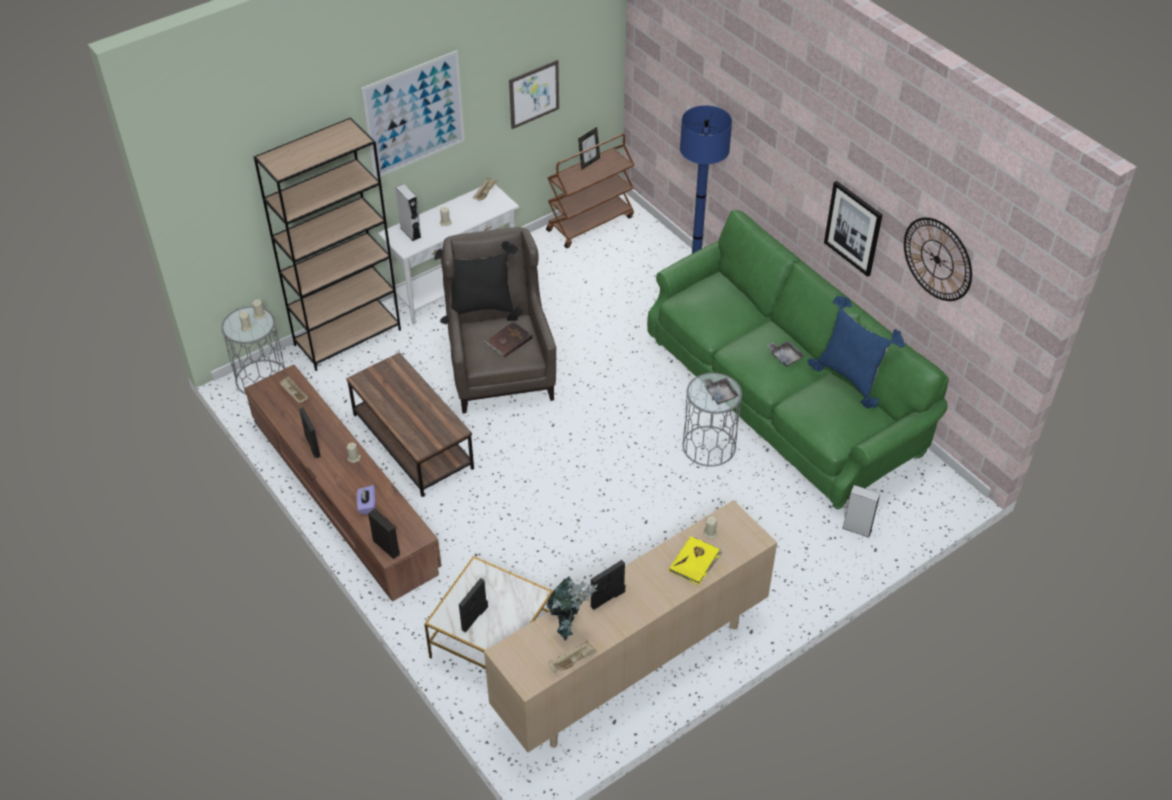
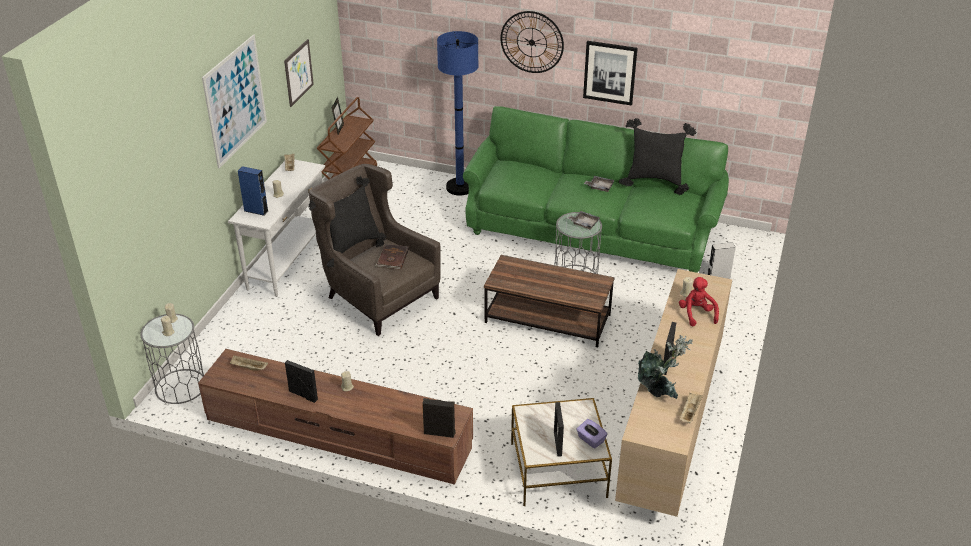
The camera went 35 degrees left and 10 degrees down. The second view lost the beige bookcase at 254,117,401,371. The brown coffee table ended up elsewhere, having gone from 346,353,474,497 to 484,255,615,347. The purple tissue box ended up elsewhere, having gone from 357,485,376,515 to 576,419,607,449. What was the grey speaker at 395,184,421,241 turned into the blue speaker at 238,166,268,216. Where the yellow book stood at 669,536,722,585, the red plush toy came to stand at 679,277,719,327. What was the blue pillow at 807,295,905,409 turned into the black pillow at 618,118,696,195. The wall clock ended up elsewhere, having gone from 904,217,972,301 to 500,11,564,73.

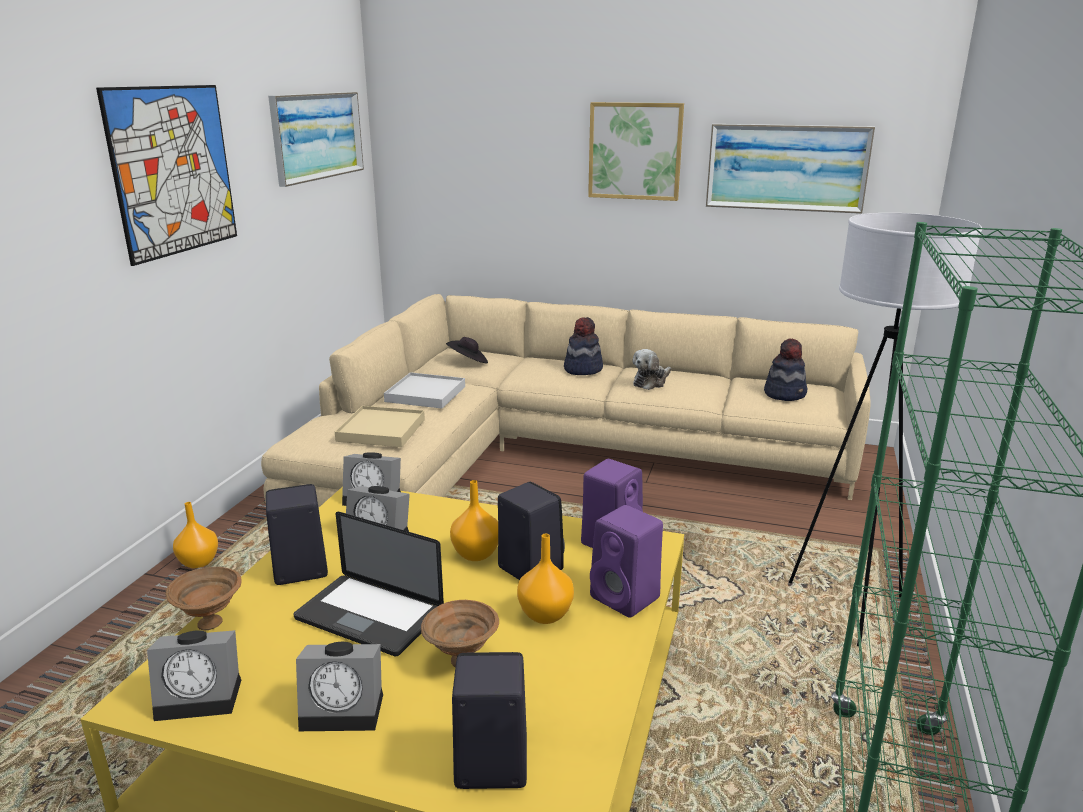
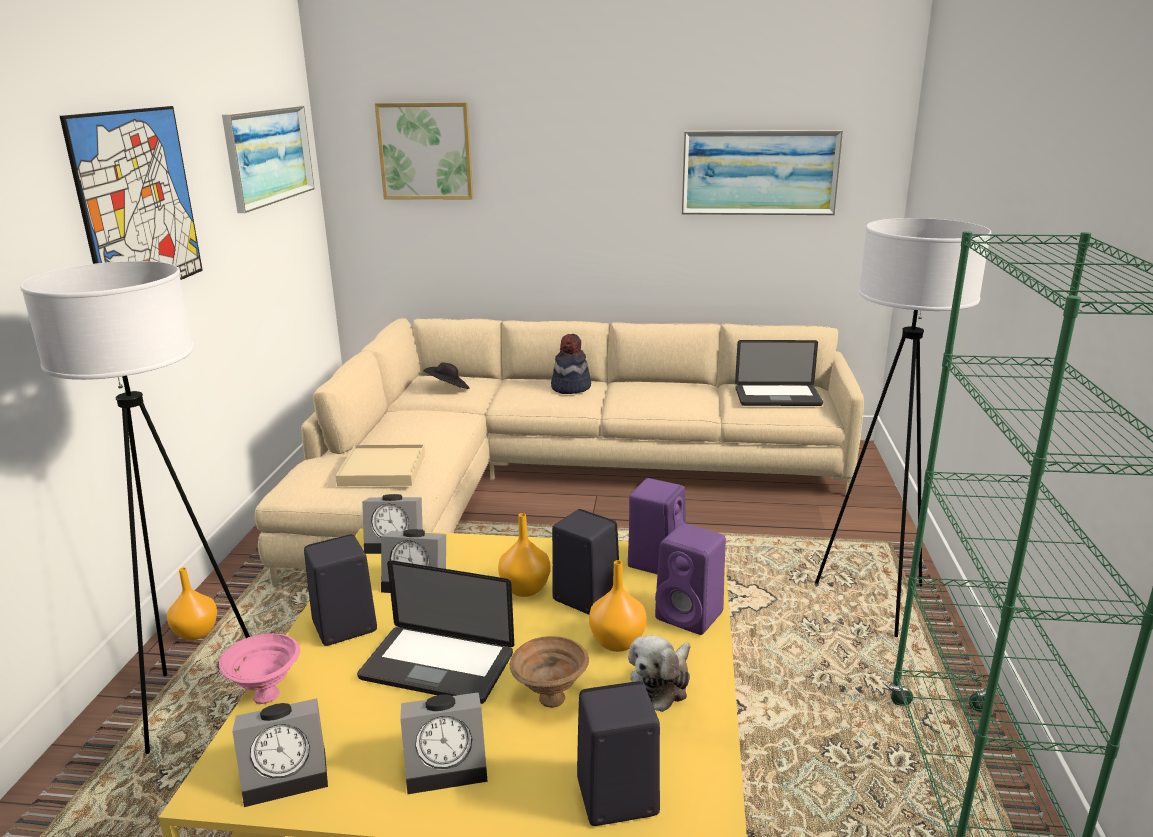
The camera went 10 degrees left and 0 degrees up. What was the brown bowl at 165,567,242,631 turned into the pink bowl at 219,633,300,704. The second view lost the white tray at 384,372,465,409. The picture ended up elsewhere, having gone from 588,102,684,201 to 375,102,473,199. The plush toy ended up elsewhere, having gone from 632,349,671,390 to 628,635,690,712. Where the hat stood at 764,338,807,401, the laptop came to stand at 735,340,823,406. The second view gained the white floor lamp at 20,261,250,754.

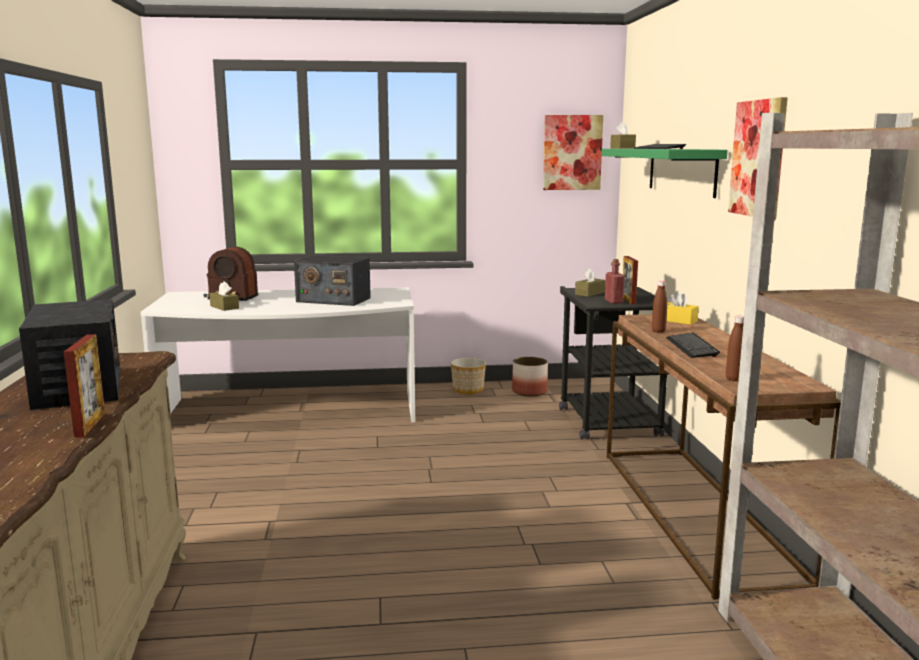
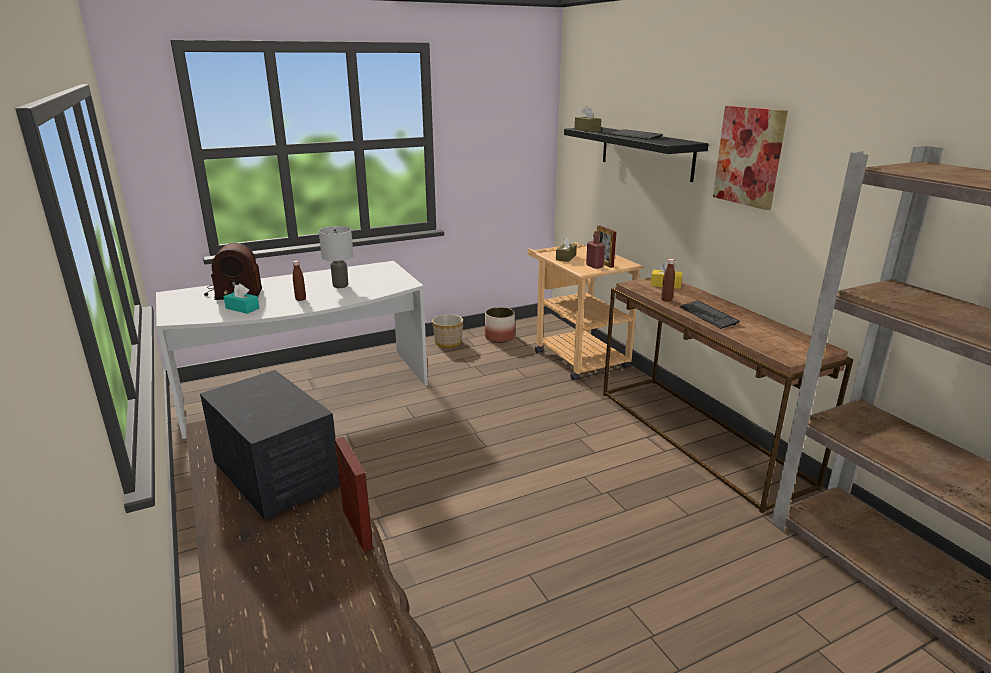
The camera went 20 degrees left and 10 degrees up. What was the brown tissue box at 209,282,239,311 turned into the turquoise tissue box at 224,284,259,314. Where the radio stood at 294,255,371,306, the white table lamp came to stand at 319,226,354,288. The second view lost the picture at 543,115,603,190. What was the black cart at 559,286,667,440 turned into the beige cart at 527,242,644,381. What was the green shelf at 602,149,728,198 turned into the black shelf at 564,127,709,182. The brown bottle ended up elsewhere, having gone from 726,316,744,382 to 293,260,306,301.

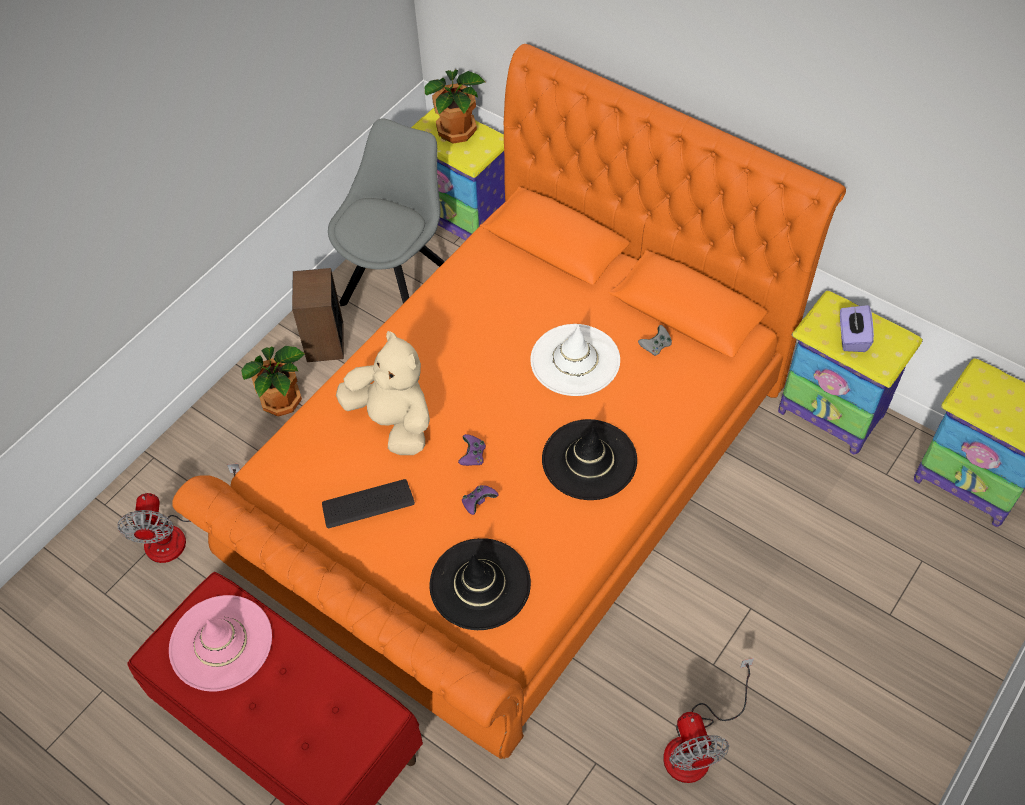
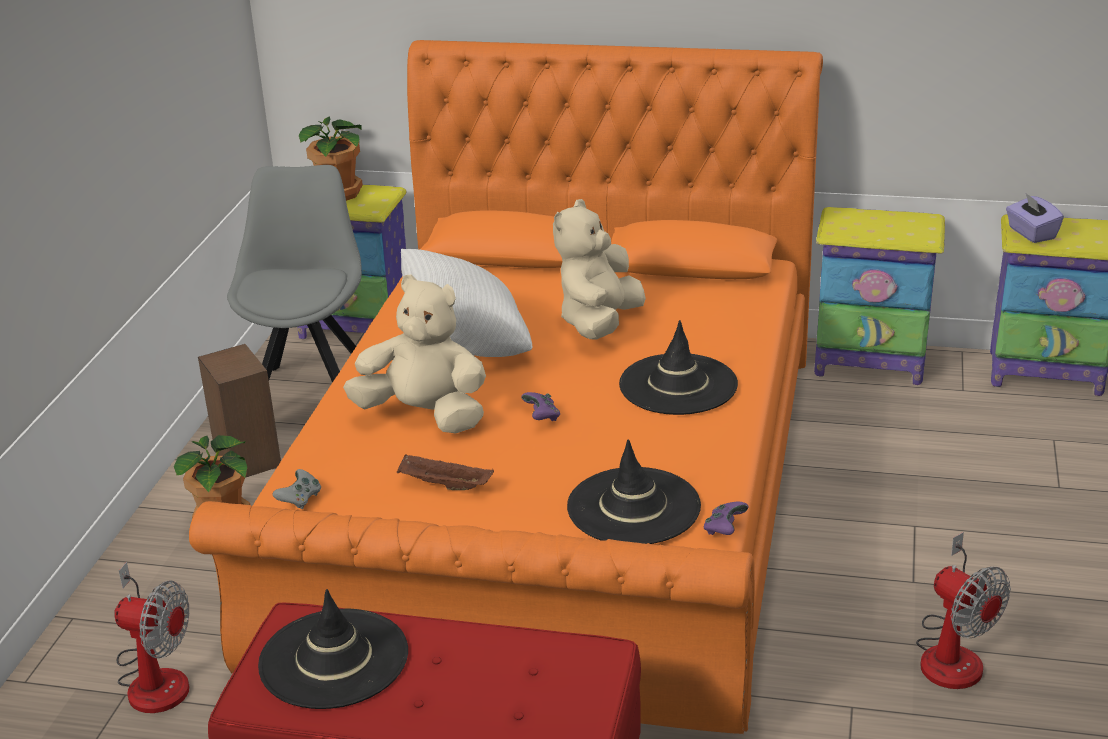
The camera went 25 degrees left and 25 degrees down. The fan at 118,464,240,563 ended up facing another way, 45 degrees counterclockwise from before. What was the pink hat at 169,595,272,692 turned into the black hat at 258,589,408,709. Where the keyboard stood at 322,479,415,528, the brown tray came to stand at 397,454,494,490. The purple game controller ended up elsewhere, having gone from 462,485,498,515 to 704,502,748,535. Where the white hat stood at 530,324,620,396, the beige plush toy came to stand at 553,199,646,340. The grey game controller ended up elsewhere, having gone from 638,325,672,356 to 272,469,321,509. The purple tissue box ended up elsewhere, having gone from 840,305,874,352 to 1006,193,1064,243. The second view gained the white pillow at 401,248,533,357.

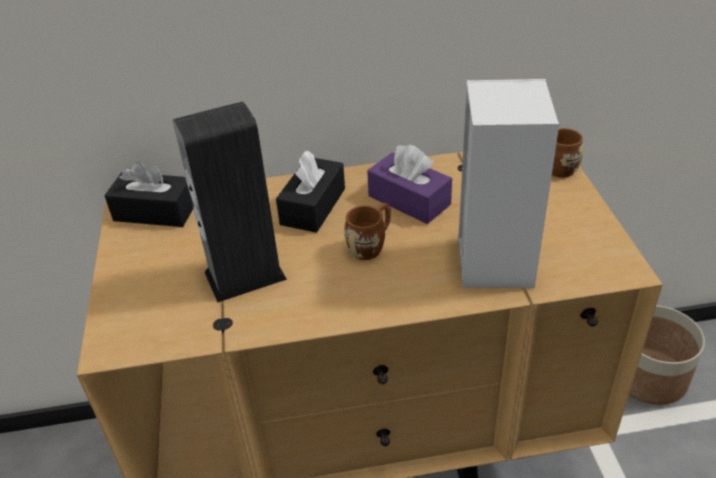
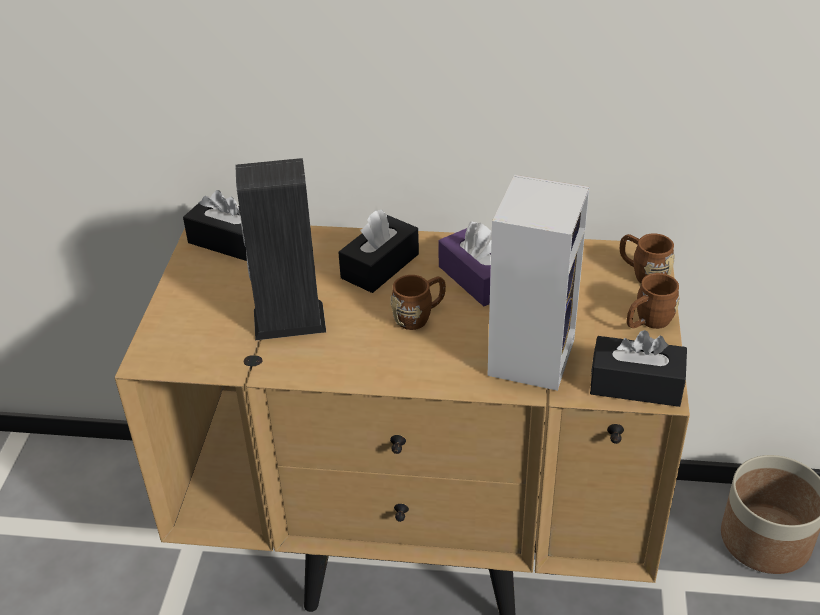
The camera went 15 degrees right and 0 degrees up. The second view gained the black tissue box at 590,330,687,407. The second view gained the brown mug at 627,273,680,329.

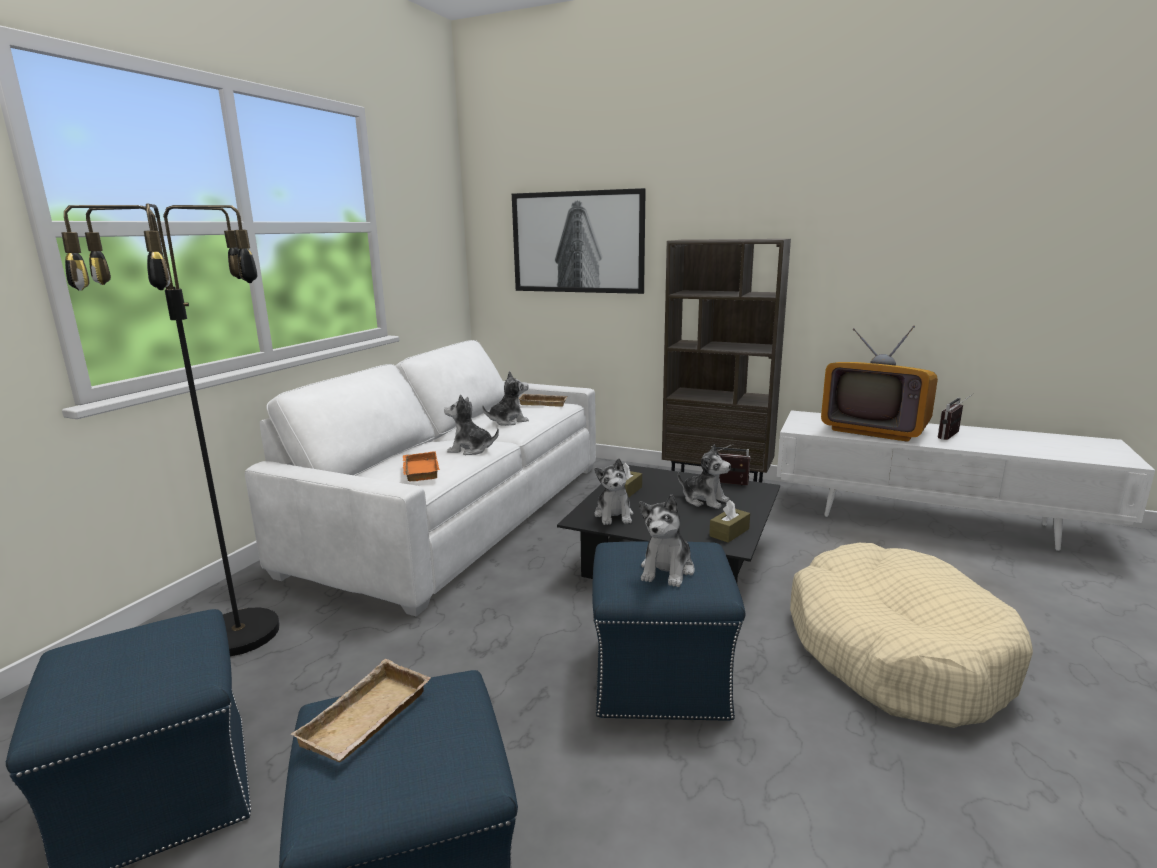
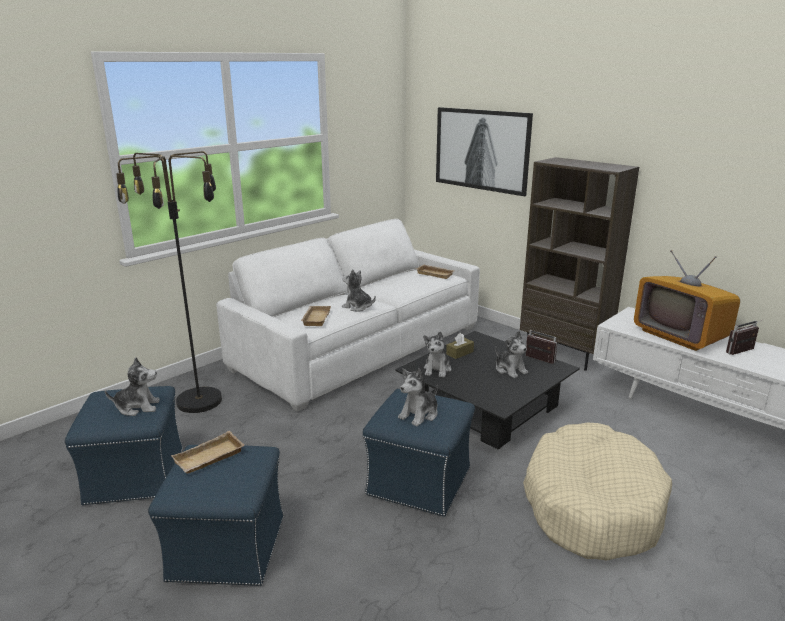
The camera went 20 degrees right and 5 degrees up. What was the orange tray at 403,451,440,481 turned into the beige tray at 301,306,331,326. The plush toy ended up elsewhere, having gone from 482,371,529,426 to 105,357,160,416. The second view lost the brown tissue box at 709,500,750,543.

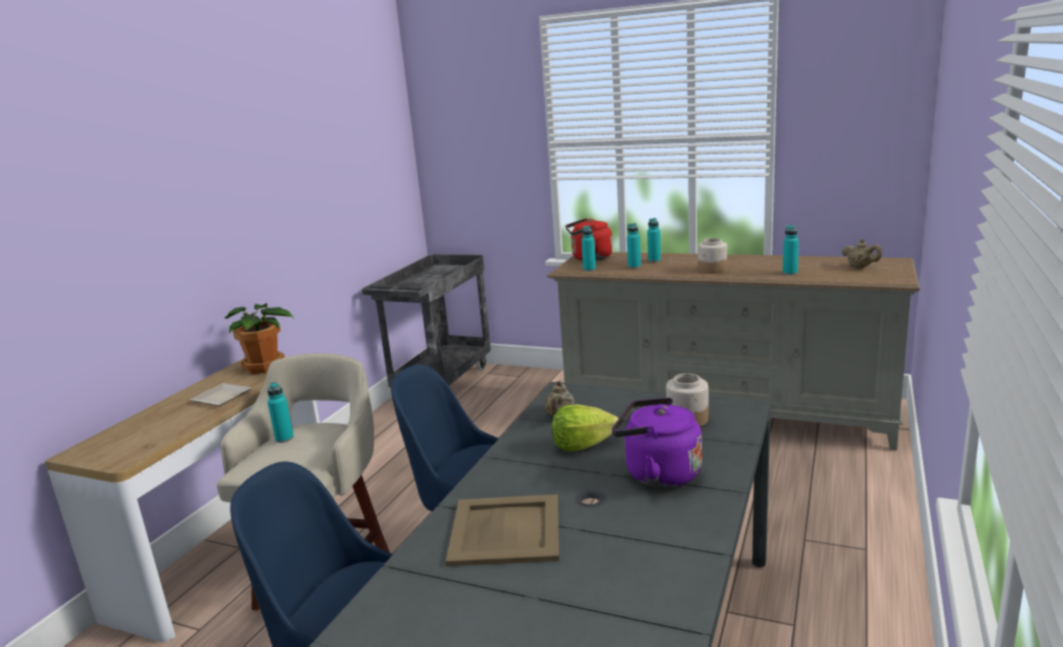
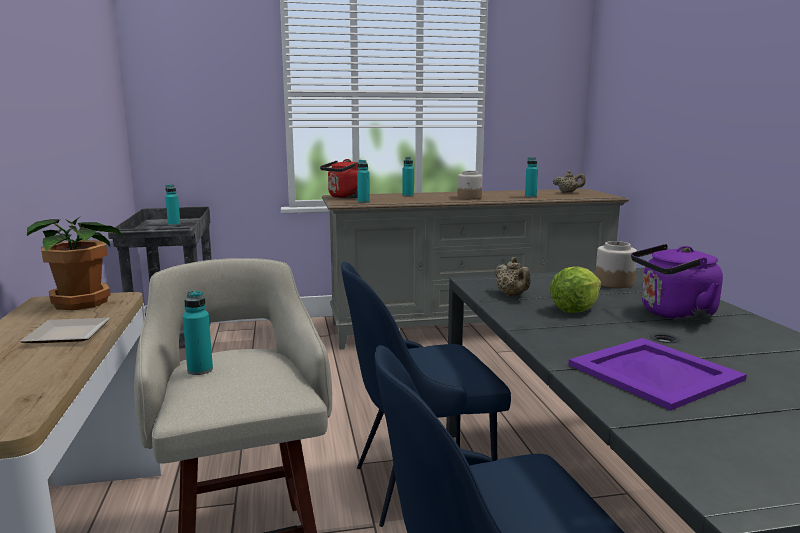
The camera went 35 degrees left and 5 degrees down. What was the beige tray at 445,494,559,566 turned into the purple tray at 568,338,747,410. The turquoise bottle ended up elsewhere, having gone from 627,223,641,268 to 165,184,180,226.

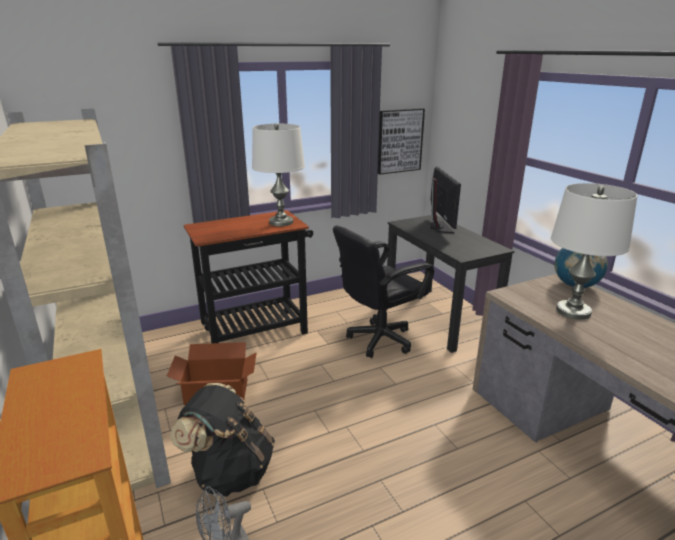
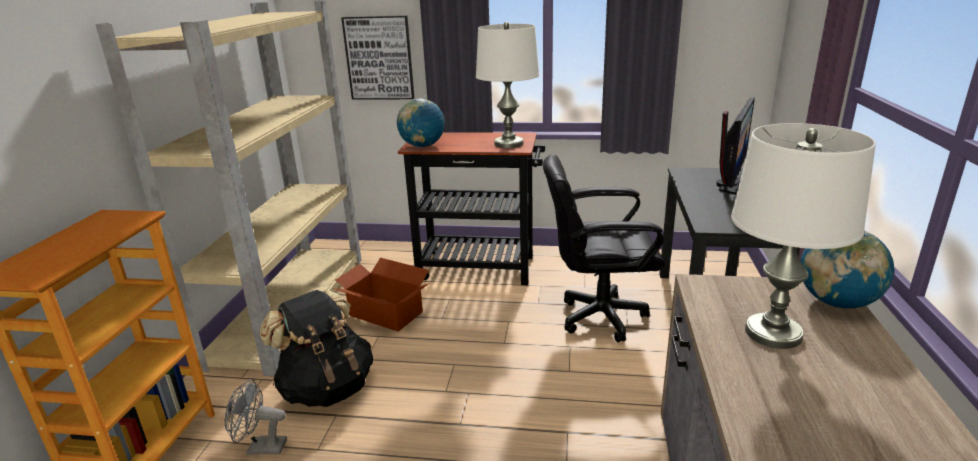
The camera went 35 degrees right and 0 degrees up. The picture ended up elsewhere, having gone from 378,108,425,175 to 341,15,414,100. The second view gained the globe at 397,98,445,147.

